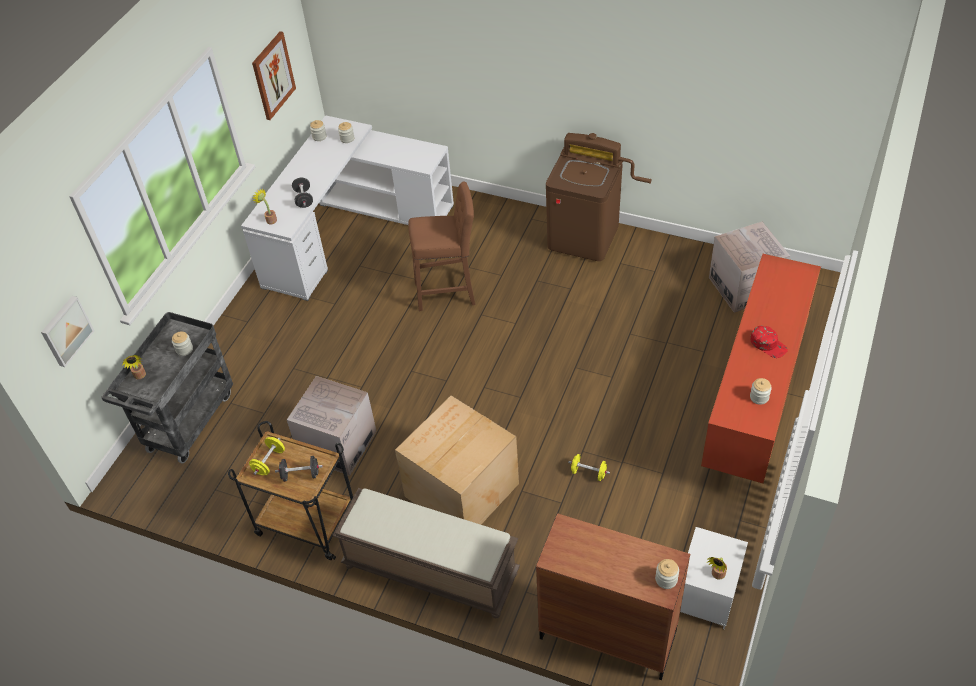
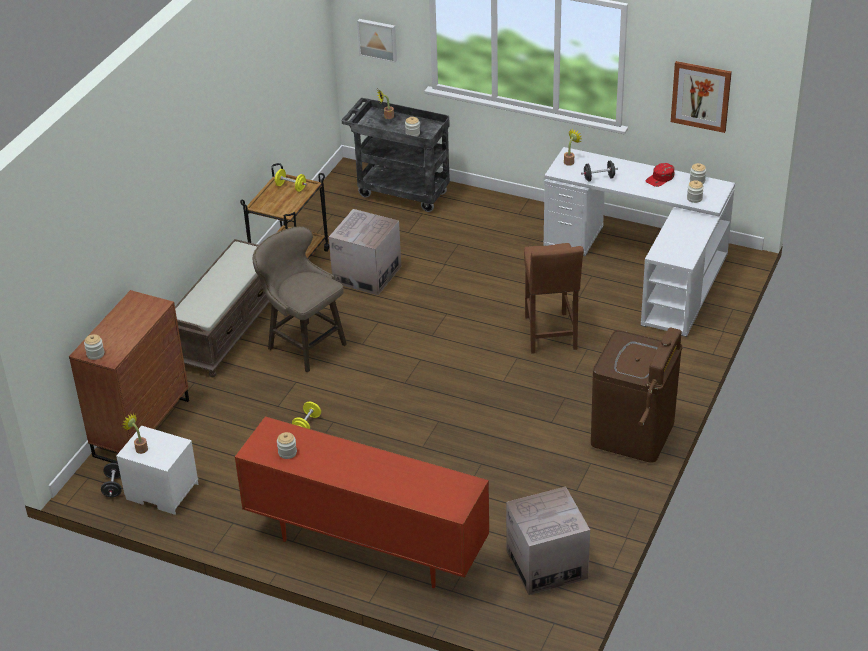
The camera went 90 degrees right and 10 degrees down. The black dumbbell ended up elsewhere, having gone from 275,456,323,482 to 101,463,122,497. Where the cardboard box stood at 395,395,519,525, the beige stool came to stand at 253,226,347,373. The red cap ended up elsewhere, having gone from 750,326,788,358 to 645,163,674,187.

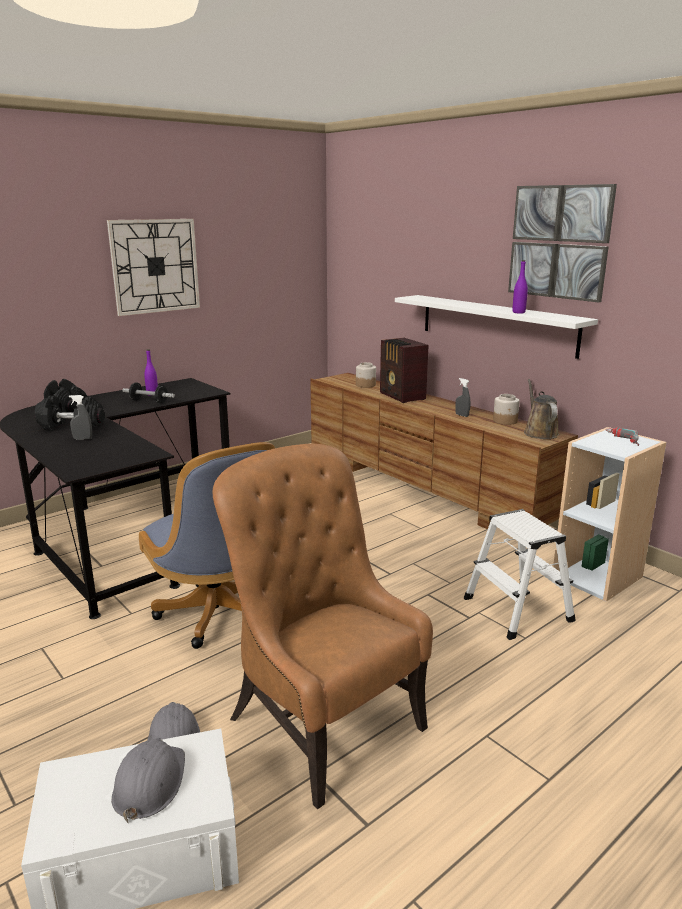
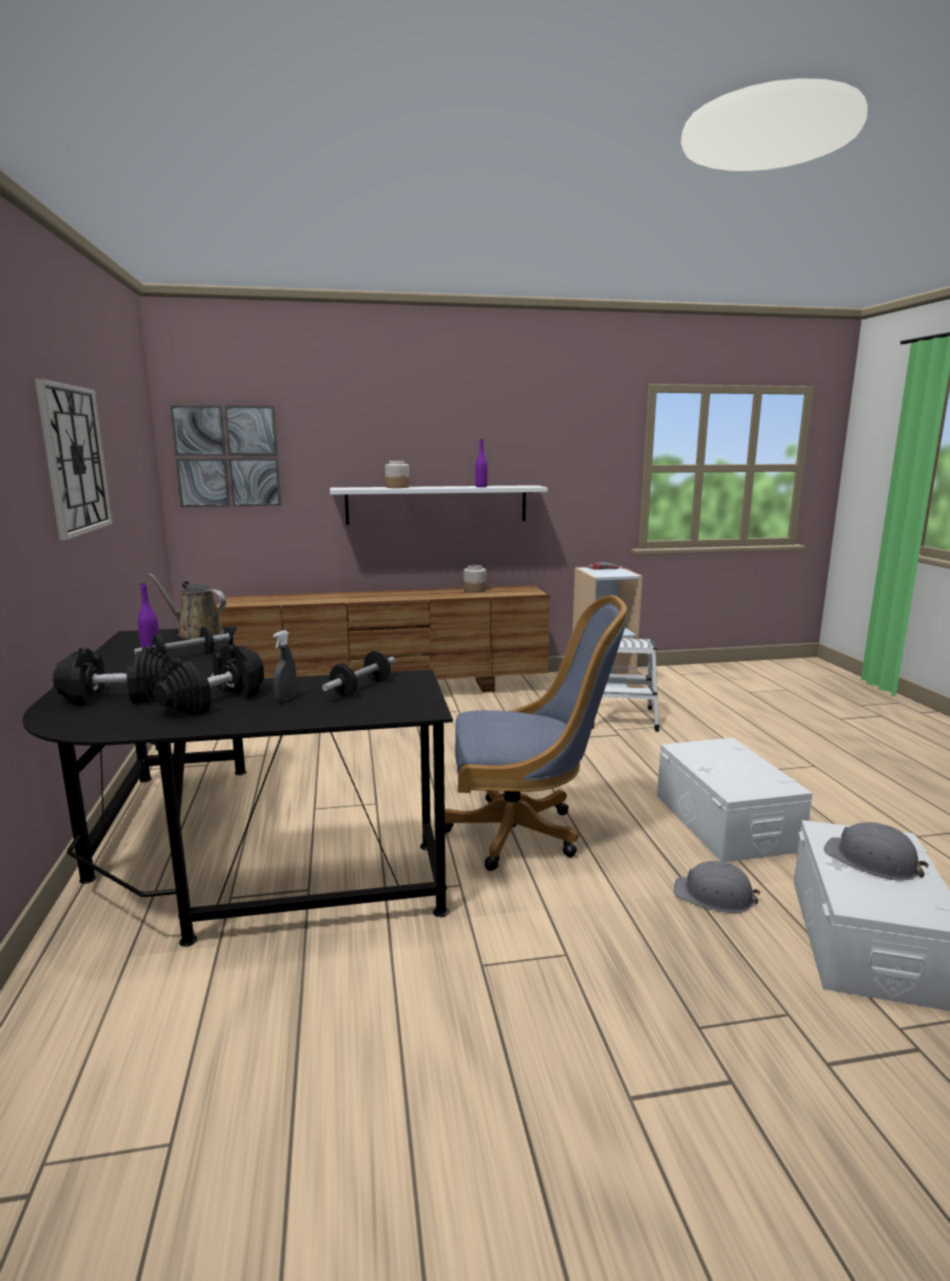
The camera went 60 degrees left and 5 degrees down. Where the brown chair stood at 212,444,433,809, the white storage box came to stand at 657,738,813,862. The jar ended up elsewhere, having gone from 356,362,376,388 to 385,461,409,488. The second view lost the radio at 380,338,429,403. The second view lost the grey spray bottle at 455,378,470,417. The picture ended up elsewhere, having gone from 508,184,617,303 to 170,405,281,507. The brown watering can ended up elsewhere, having gone from 524,379,559,439 to 149,573,226,639. The second view gained the dumbbell at 322,651,395,696.

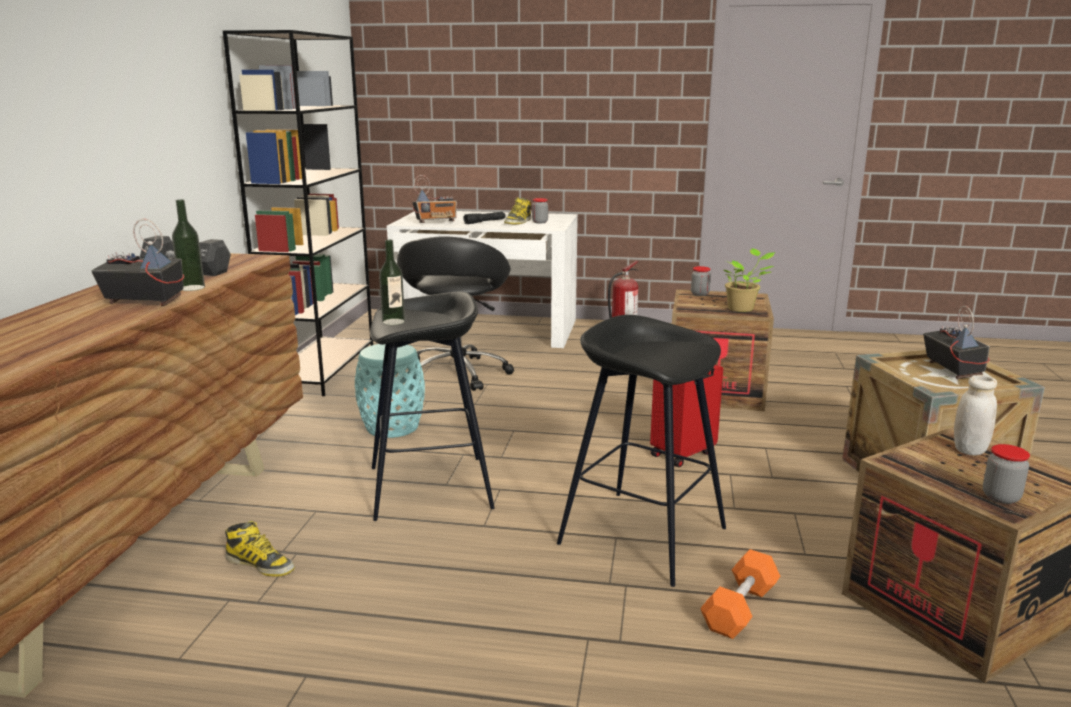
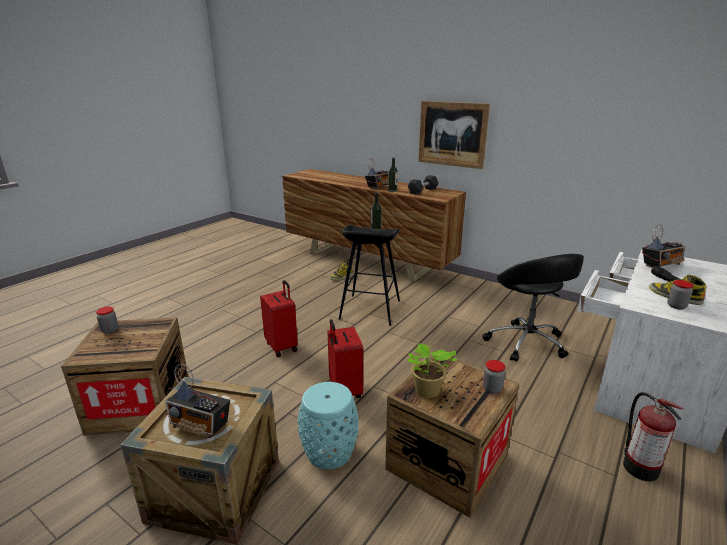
The camera went 115 degrees right and 5 degrees up. The second view lost the beige bookcase at 223,30,373,396. The turquoise stool ended up elsewhere, having gone from 355,344,425,438 to 298,382,359,470. The black office chair at 397,236,514,391 ended up facing another way, 135 degrees counterclockwise from before. The radio at 412,175,457,223 ended up facing another way, 120 degrees counterclockwise from before. Where the black stool stood at 557,315,726,587, the red suitcase came to stand at 260,280,298,357. The second view lost the orange dumbbell at 700,549,781,639. The second view lost the white jar at 954,375,997,455. The second view gained the picture at 418,101,490,169.

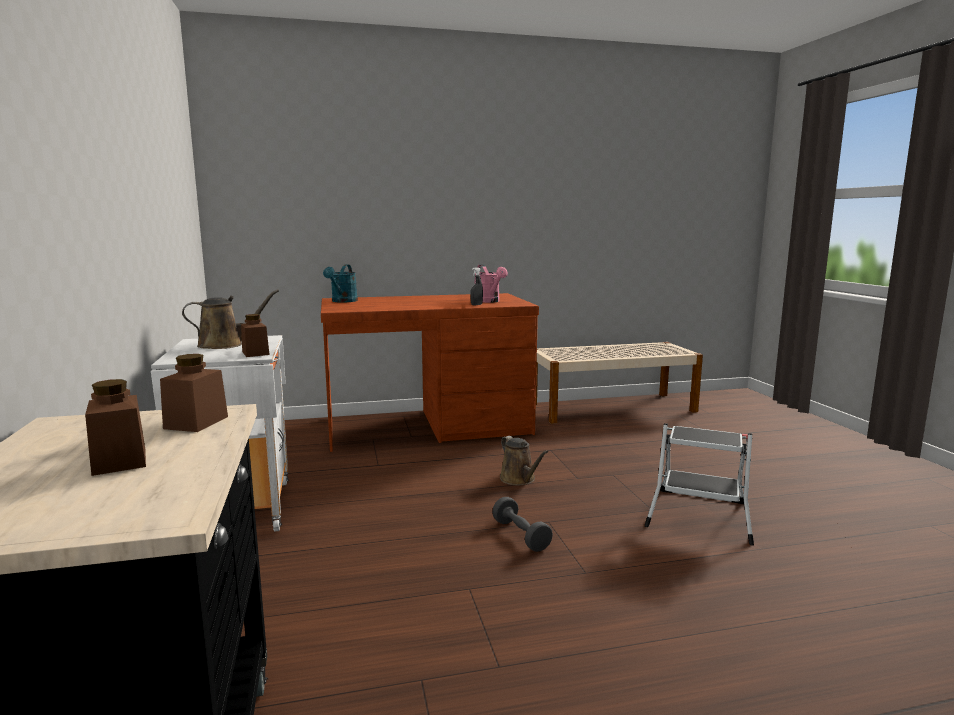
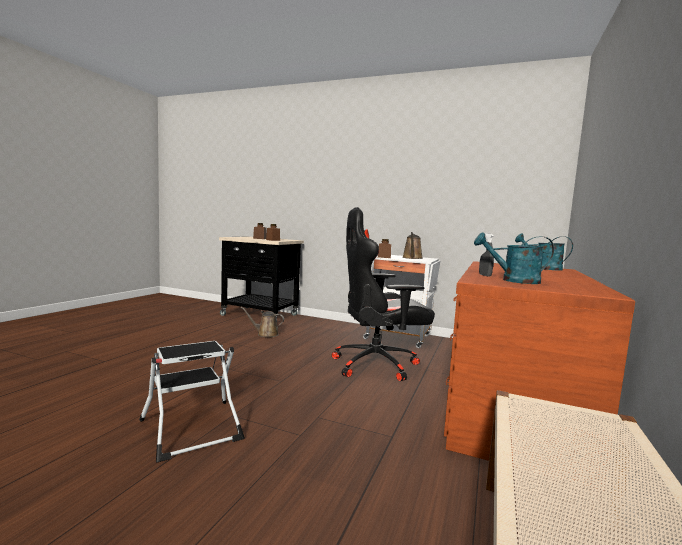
The camera went 125 degrees right and 5 degrees down. What was the pink watering can at 474,264,508,303 turned into the turquoise watering can at 474,232,554,284. The second view lost the grey dumbbell at 492,497,553,552. The brown watering can ended up elsewhere, having gone from 500,436,548,486 to 241,307,284,338. The second view gained the black office chair at 332,207,435,381.

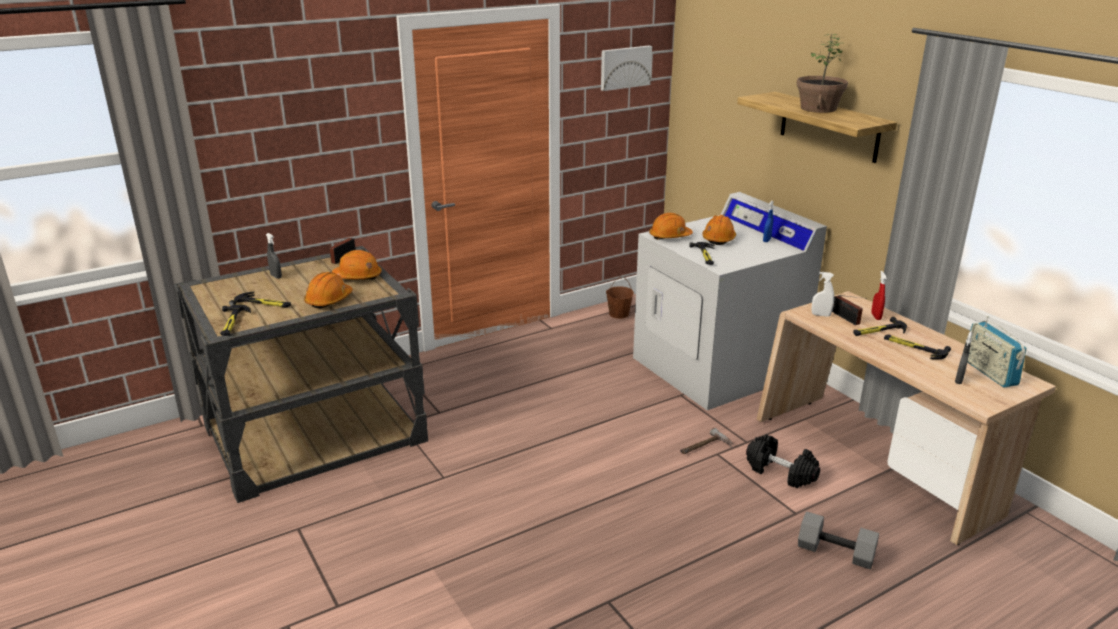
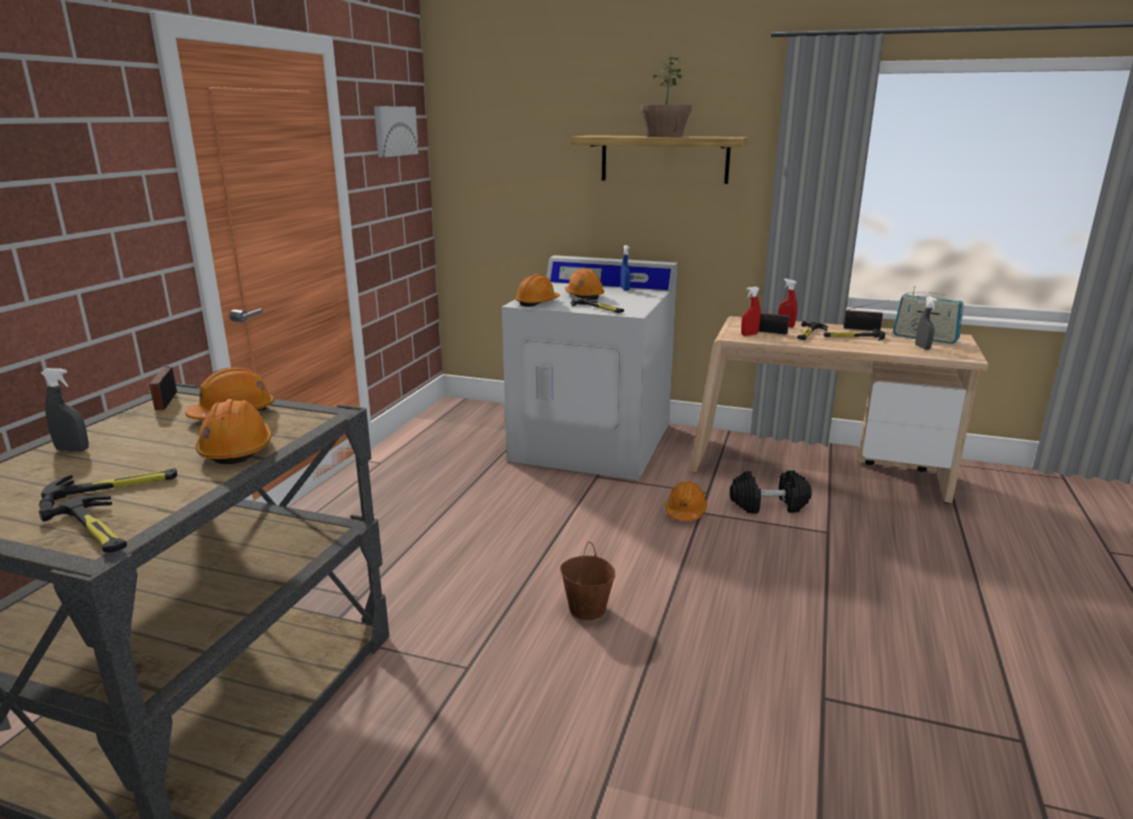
The camera went 40 degrees left and 5 degrees down. The brown bucket ended up elsewhere, having gone from 606,277,634,319 to 560,542,615,620. Where the hammer stood at 680,428,733,454, the orange hard hat came to stand at 666,481,707,521. The second view lost the grey dumbbell at 798,511,879,569. What was the white spray bottle at 812,272,834,317 turned into the red spray bottle at 741,286,760,336. The second view gained the radio at 844,300,889,331.

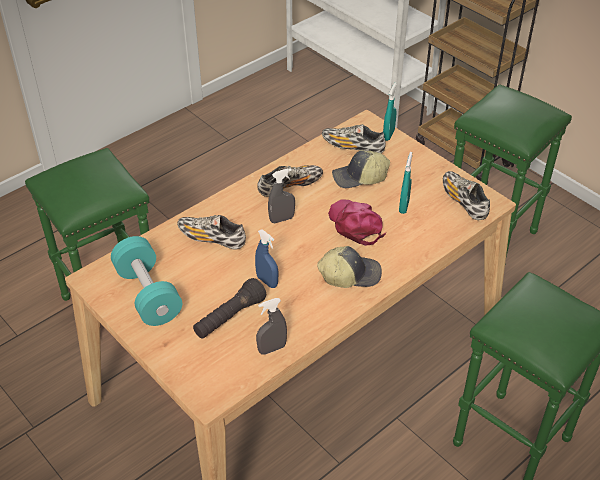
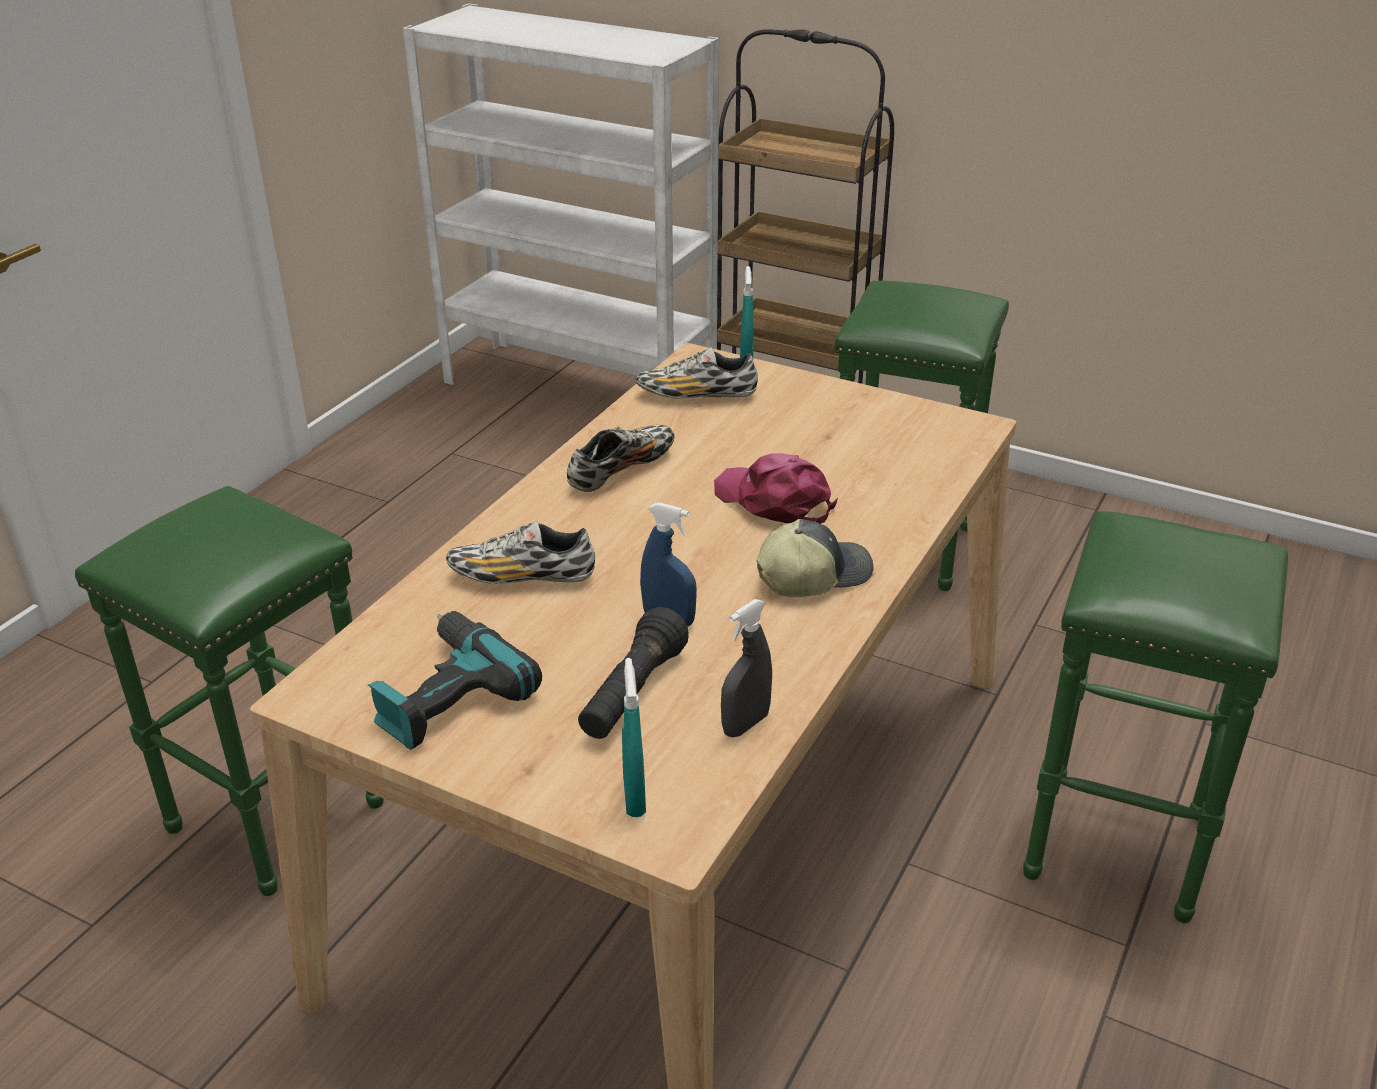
The camera went 20 degrees left and 10 degrees down. Where the turquoise dumbbell stood at 111,236,182,326, the power drill came to stand at 368,611,542,750. The second view lost the grey spray bottle at 268,168,295,223. The second view lost the cap at 332,150,390,188. The turquoise spray bottle ended up elsewhere, having gone from 399,152,412,214 to 622,658,646,817. The second view lost the shoe at 443,171,490,220.

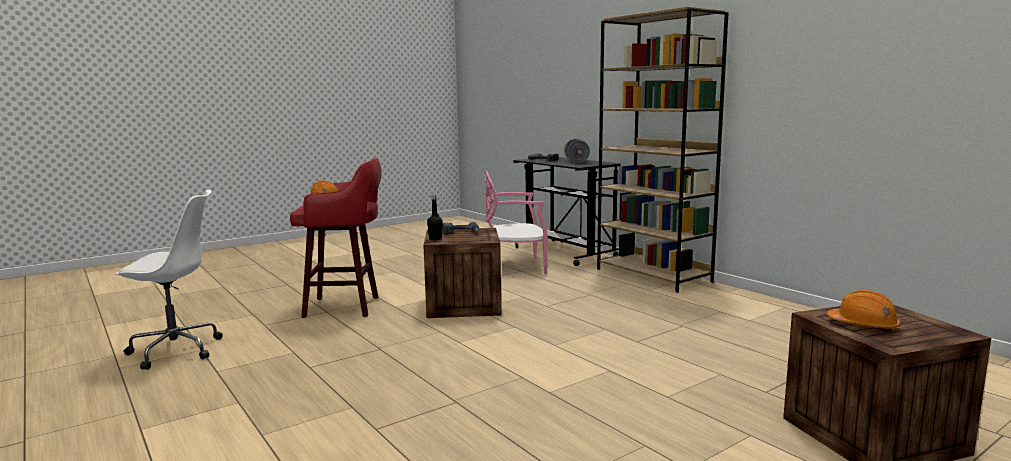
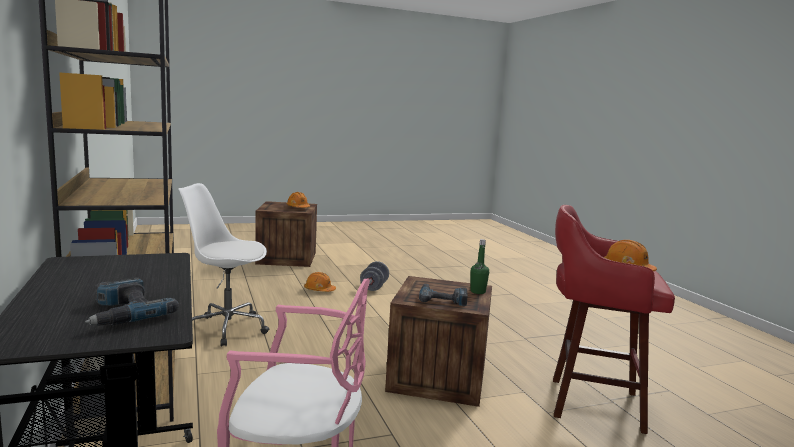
The camera went 165 degrees left and 0 degrees up. The white office chair ended up elsewhere, having gone from 115,190,223,370 to 178,183,269,346. What was the black bottle at 427,195,443,241 turned into the green bottle at 471,239,489,294. The grey dumbbell ended up elsewhere, having gone from 564,139,590,163 to 360,261,389,291. The second view gained the orange hard hat at 304,272,336,292.

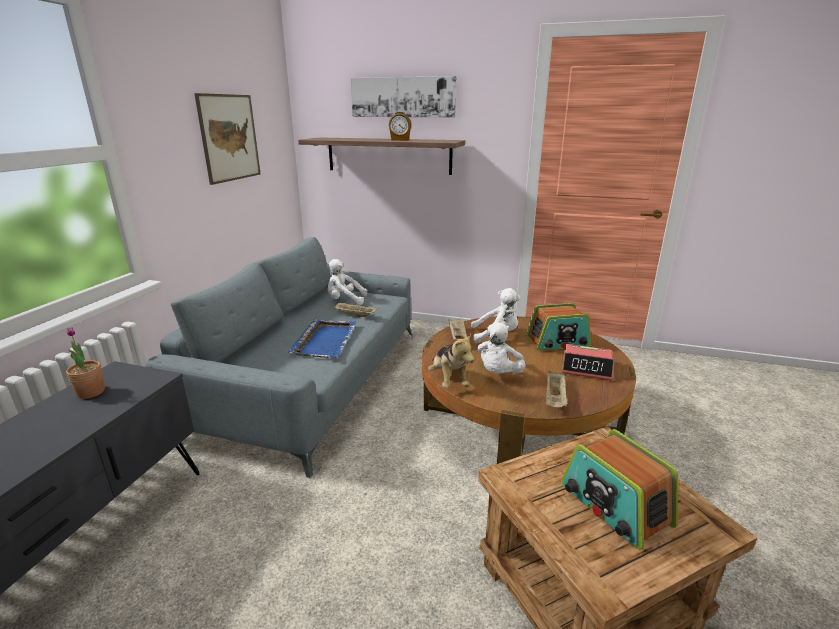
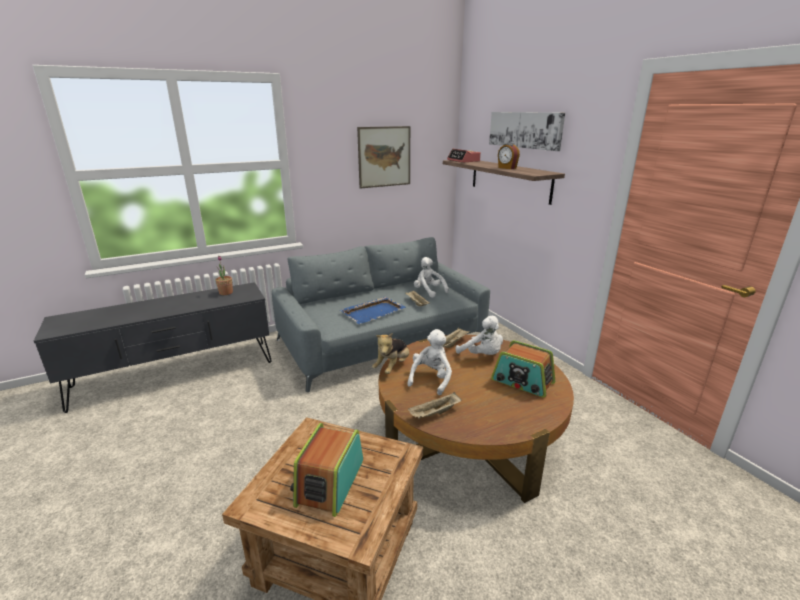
The camera went 45 degrees right and 0 degrees up. The white plush toy at 477,322,526,374 ended up facing another way, 135 degrees clockwise from before. The alarm clock ended up elsewhere, having gone from 562,344,614,381 to 447,149,481,163.

